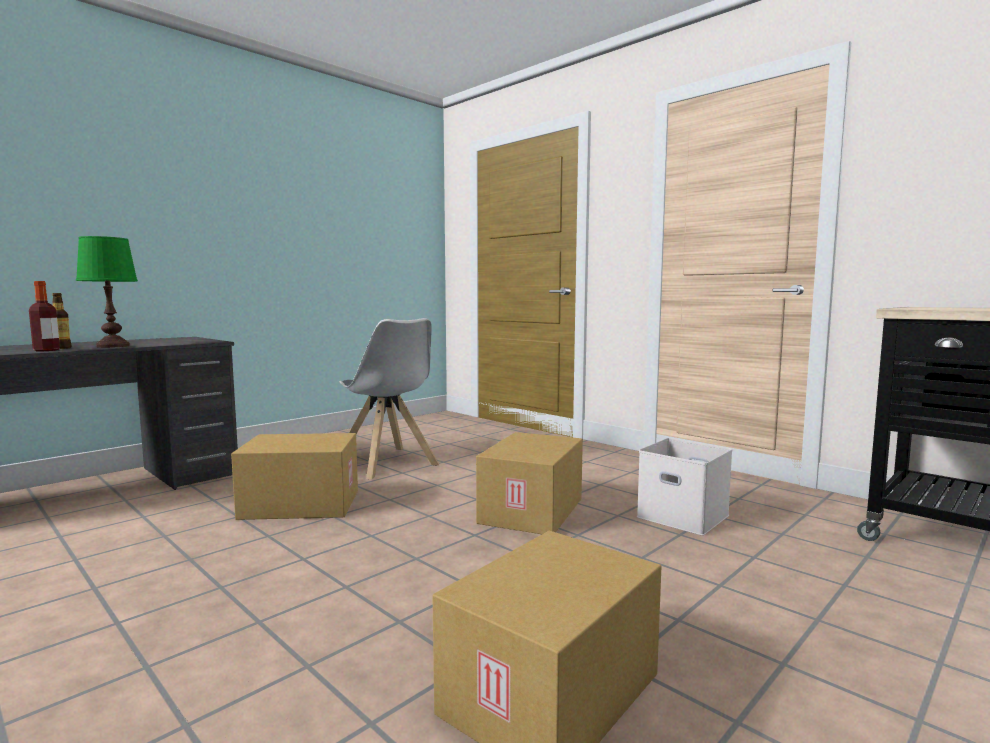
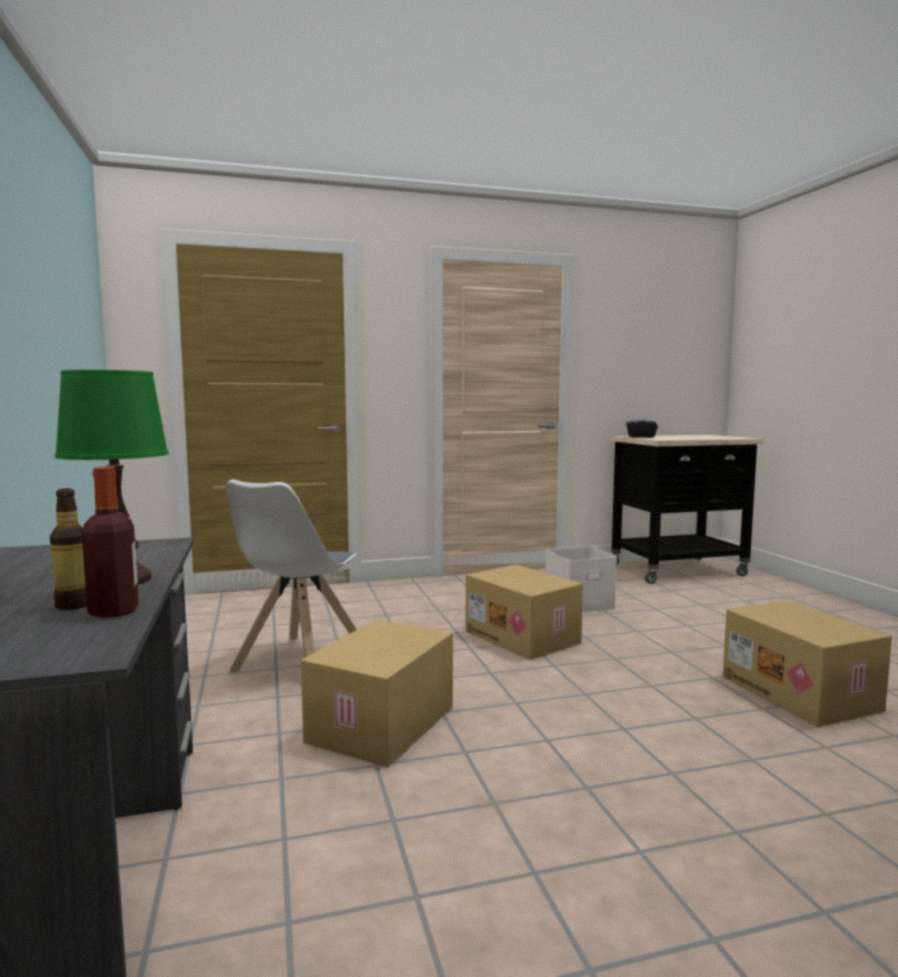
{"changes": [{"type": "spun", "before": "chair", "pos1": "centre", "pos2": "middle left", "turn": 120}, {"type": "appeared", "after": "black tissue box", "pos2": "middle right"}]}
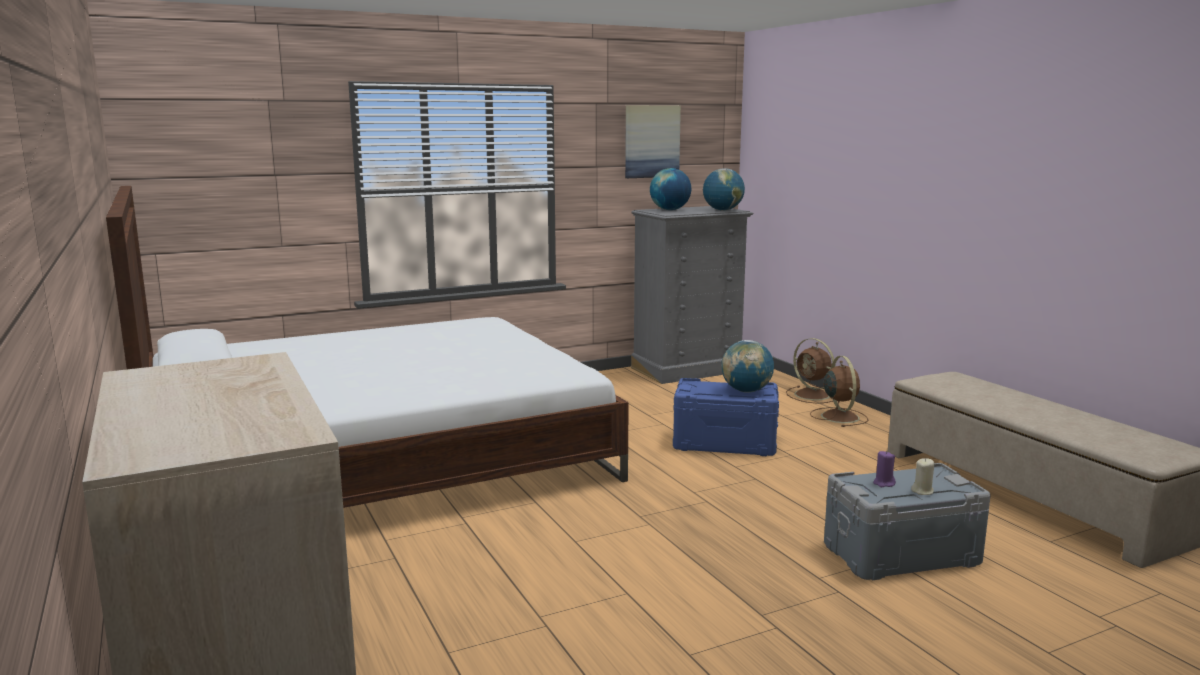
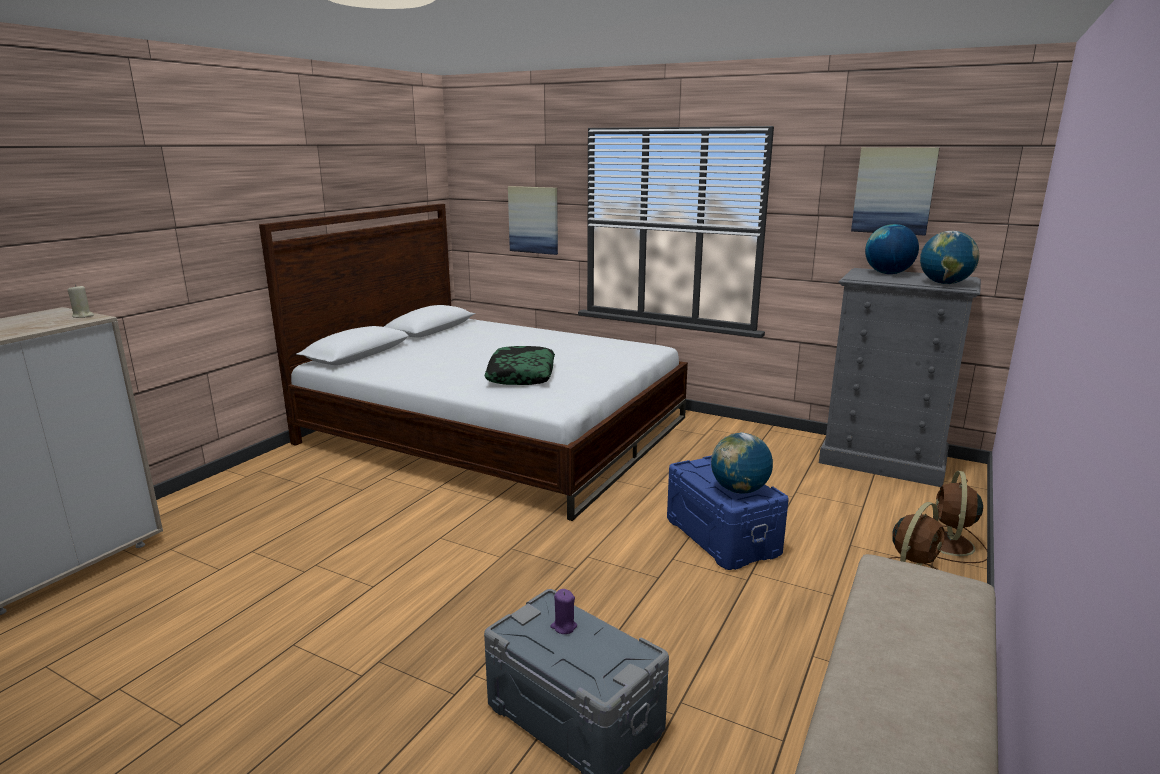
{"changes": [{"type": "relocated", "before": "beige candle", "pos1": "bottom right", "pos2": "middle left"}, {"type": "appeared", "after": "pillow", "pos2": "centre"}, {"type": "appeared", "after": "picture (no. 1 from left)", "pos2": "top centre"}]}
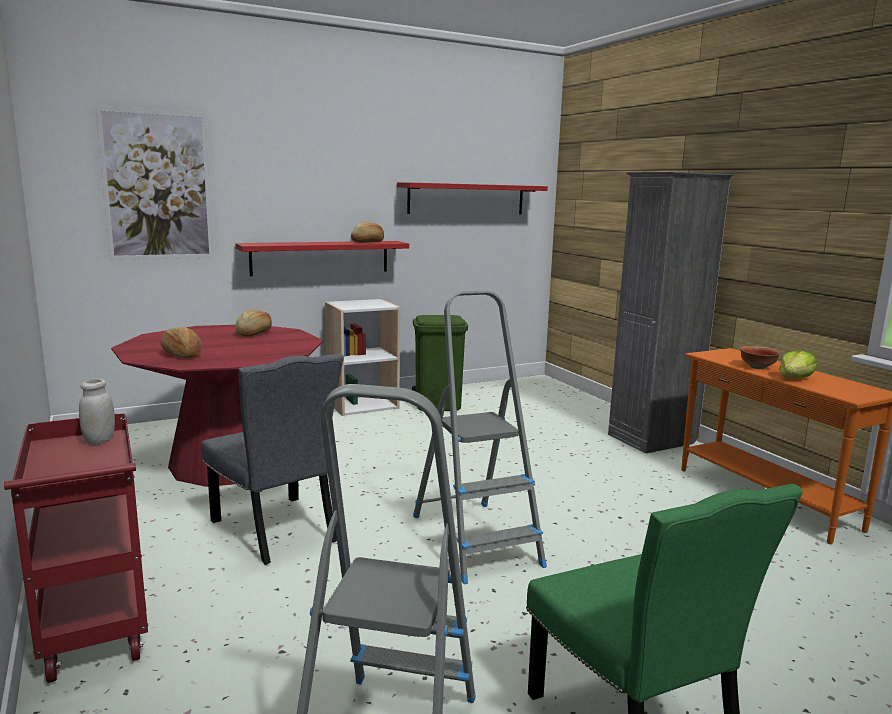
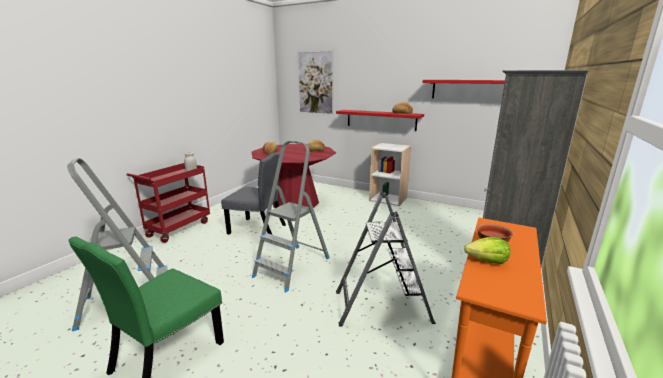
{"changes": [{"type": "spun", "before": "grey chair", "pos1": "middle left", "pos2": "centre", "turn": -90}, {"type": "missing", "before": "green trash can", "pos1": "centre"}, {"type": "appeared", "after": "grey step ladder (no. 3 from left)", "pos2": "bottom centre"}]}
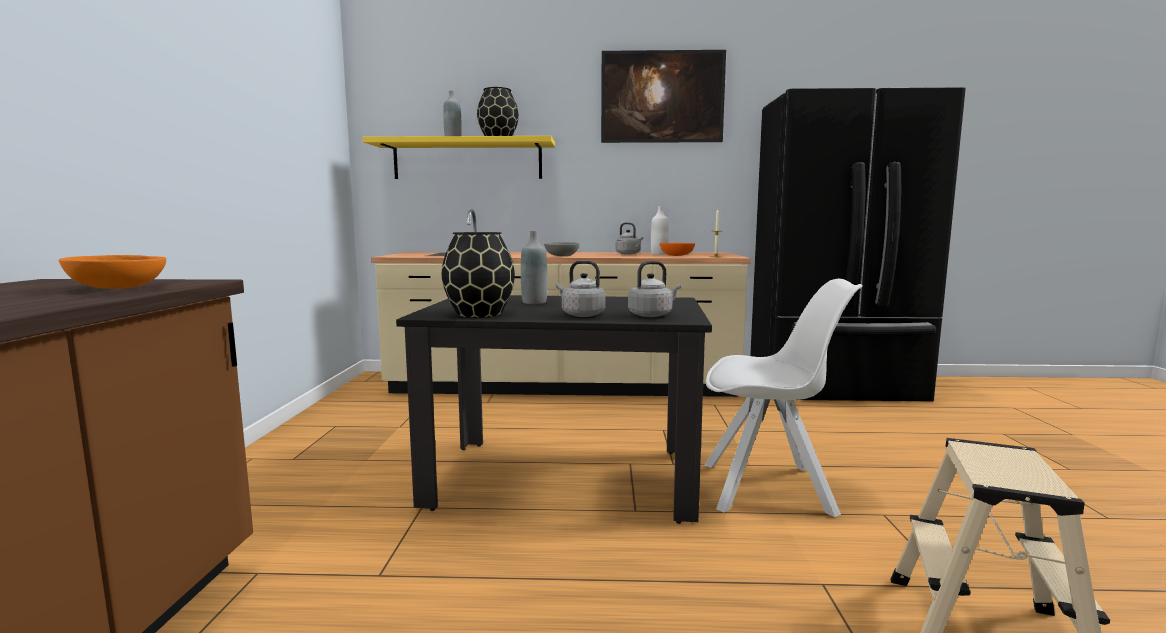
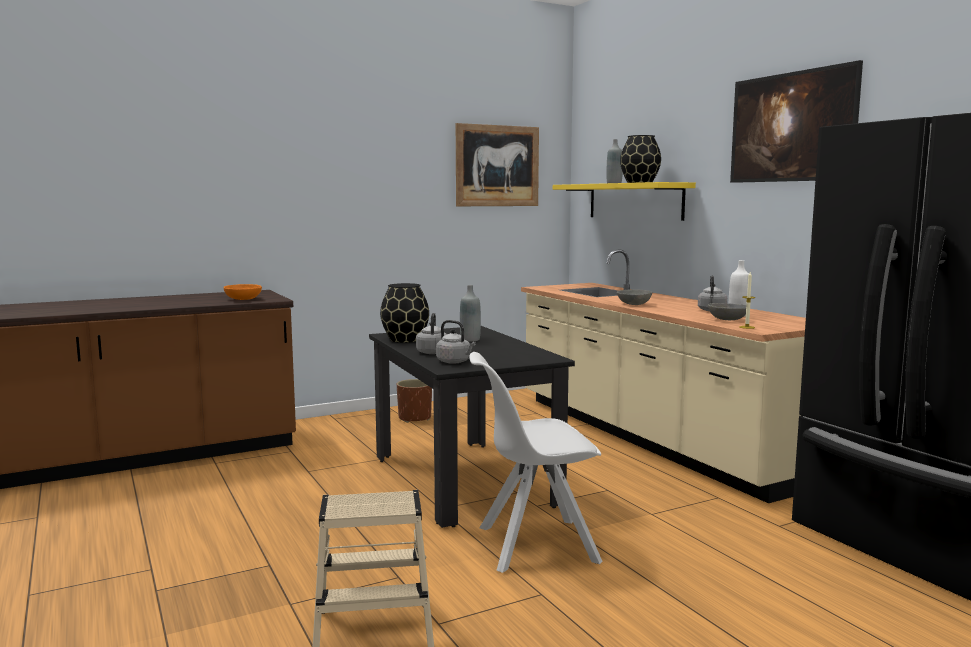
{"changes": [{"type": "colour", "before": "orange bowl (no. 2 from left)", "after": "grey bowl (no. 2 from left)", "pos1": "centre", "pos2": "middle right"}, {"type": "spun", "before": "white chair", "pos1": "middle right", "pos2": "bottom centre", "turn": 105}, {"type": "appeared", "after": "brown planter", "pos2": "centre"}, {"type": "appeared", "after": "picture (no. 1 from left)", "pos2": "top centre"}]}
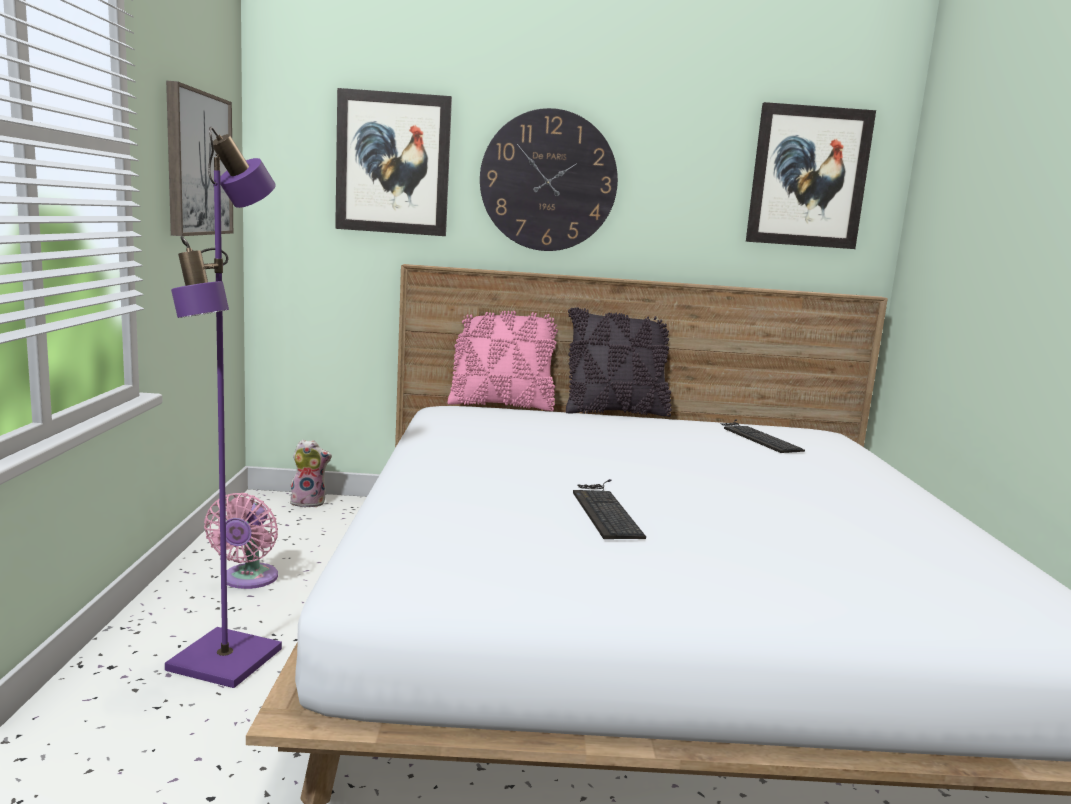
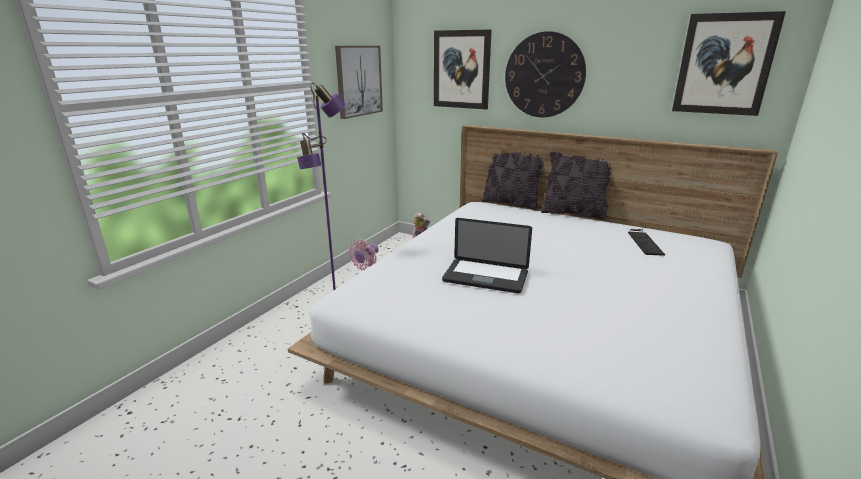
{"changes": [{"type": "colour", "before": "pink pillow", "after": "black pillow (no. 1 from left)", "pos1": "centre", "pos2": "centre"}, {"type": "exchanged", "before": "keyboard (no. 1 from left)", "after": "laptop", "pos1": "centre", "pos2": "centre"}]}
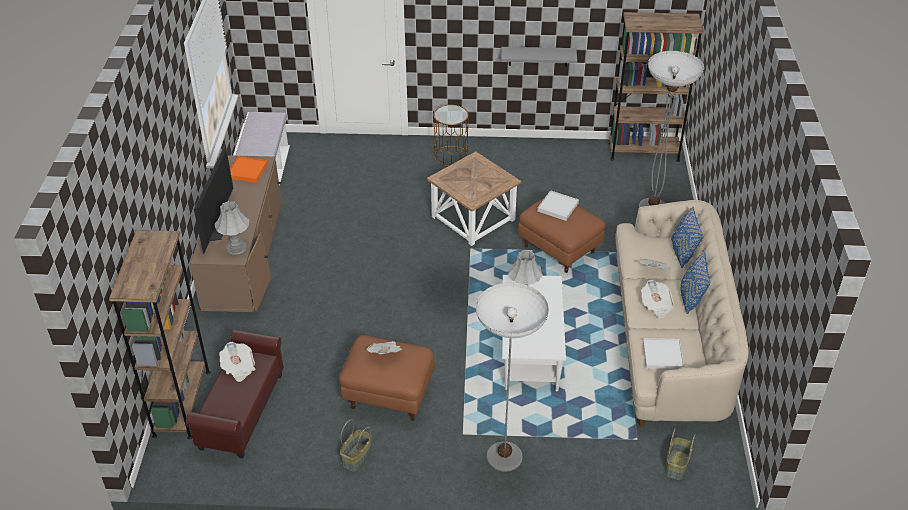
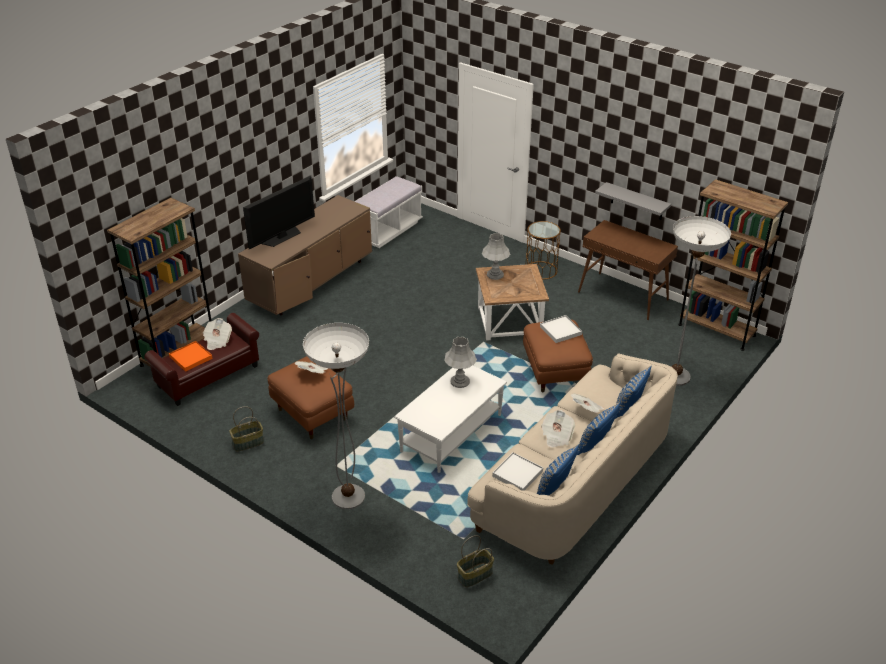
{"changes": [{"type": "relocated", "before": "grey table lamp (no. 1 from left in the first image)", "after": "grey table lamp (no. 2 from left)", "pos1": "middle left", "pos2": "centre"}, {"type": "relocated", "before": "orange tray", "pos1": "top left", "pos2": "middle left"}, {"type": "appeared", "after": "blue pillow (no. 1 from left)", "pos2": "bottom centre"}, {"type": "appeared", "after": "brown console table", "pos2": "middle right"}]}
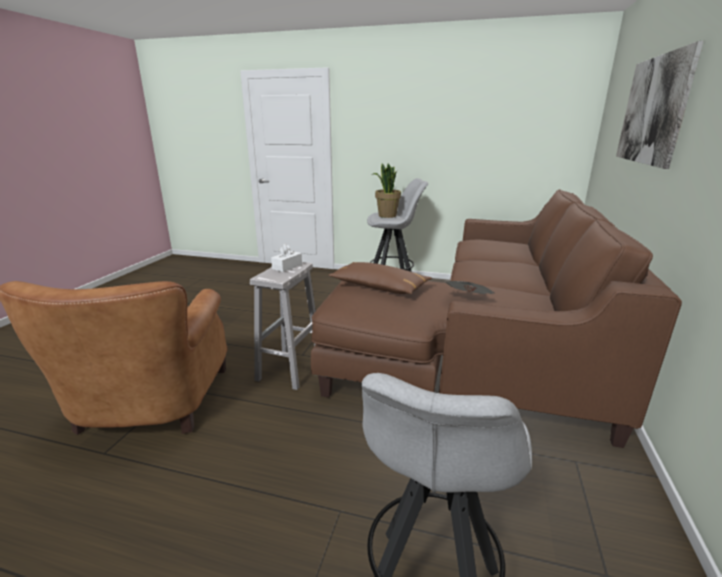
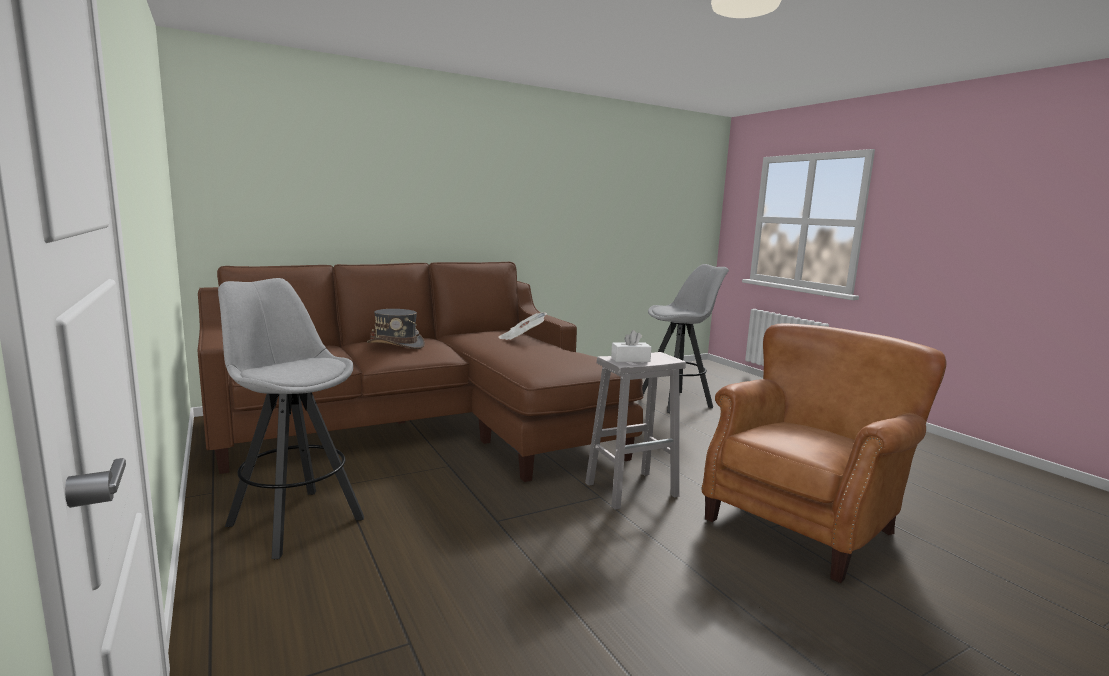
{"changes": [{"type": "missing", "before": "brown pillow", "pos1": "centre"}, {"type": "missing", "before": "potted plant", "pos1": "top centre"}, {"type": "missing", "before": "picture", "pos1": "top right"}, {"type": "appeared", "after": "grey hat", "pos2": "centre"}]}
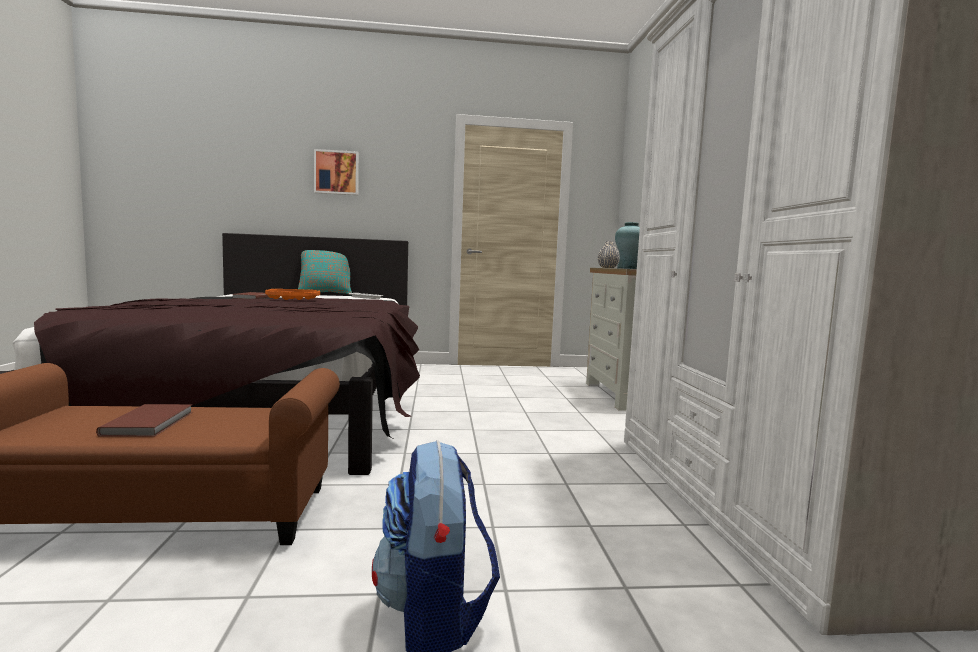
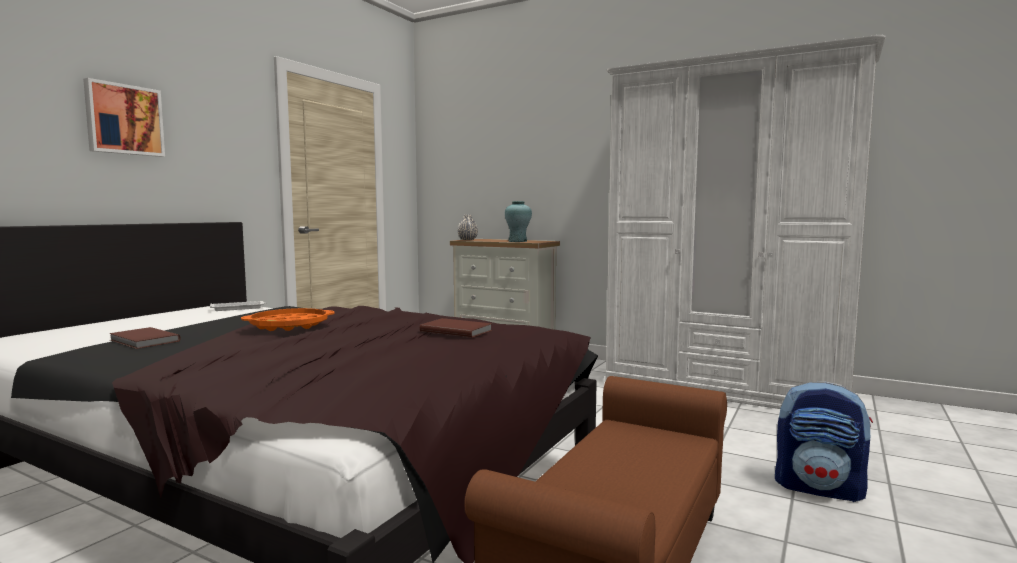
{"changes": [{"type": "relocated", "before": "brown book (no. 1 from left in the first image)", "after": "brown book (no. 2 from left)", "pos1": "middle left", "pos2": "centre"}, {"type": "missing", "before": "turquoise pillow", "pos1": "middle left"}]}
